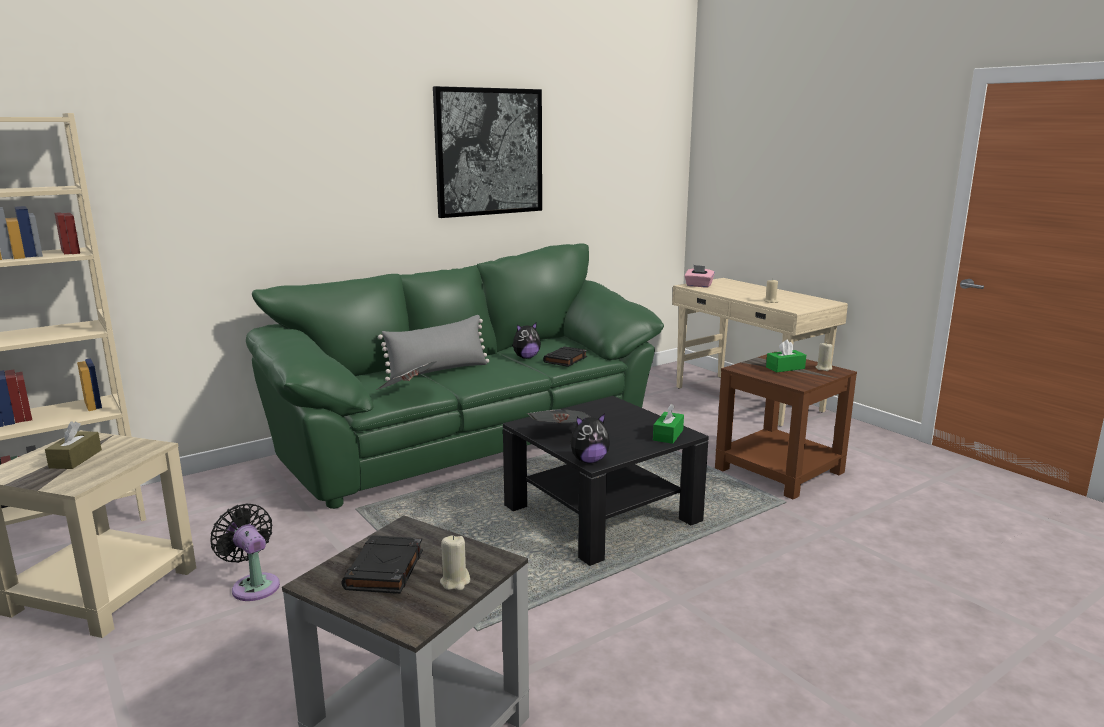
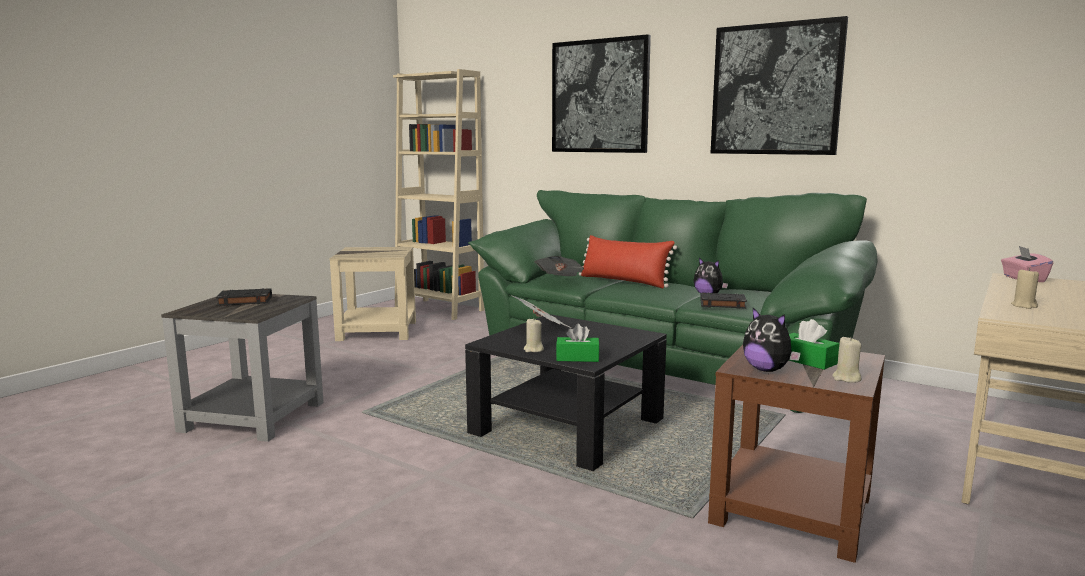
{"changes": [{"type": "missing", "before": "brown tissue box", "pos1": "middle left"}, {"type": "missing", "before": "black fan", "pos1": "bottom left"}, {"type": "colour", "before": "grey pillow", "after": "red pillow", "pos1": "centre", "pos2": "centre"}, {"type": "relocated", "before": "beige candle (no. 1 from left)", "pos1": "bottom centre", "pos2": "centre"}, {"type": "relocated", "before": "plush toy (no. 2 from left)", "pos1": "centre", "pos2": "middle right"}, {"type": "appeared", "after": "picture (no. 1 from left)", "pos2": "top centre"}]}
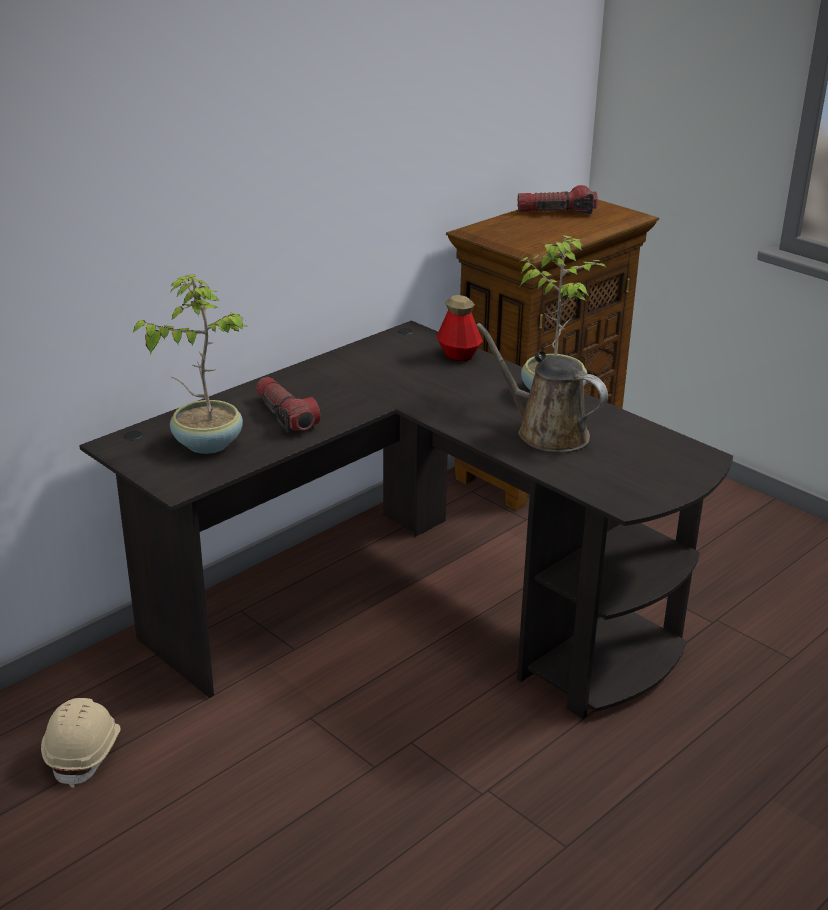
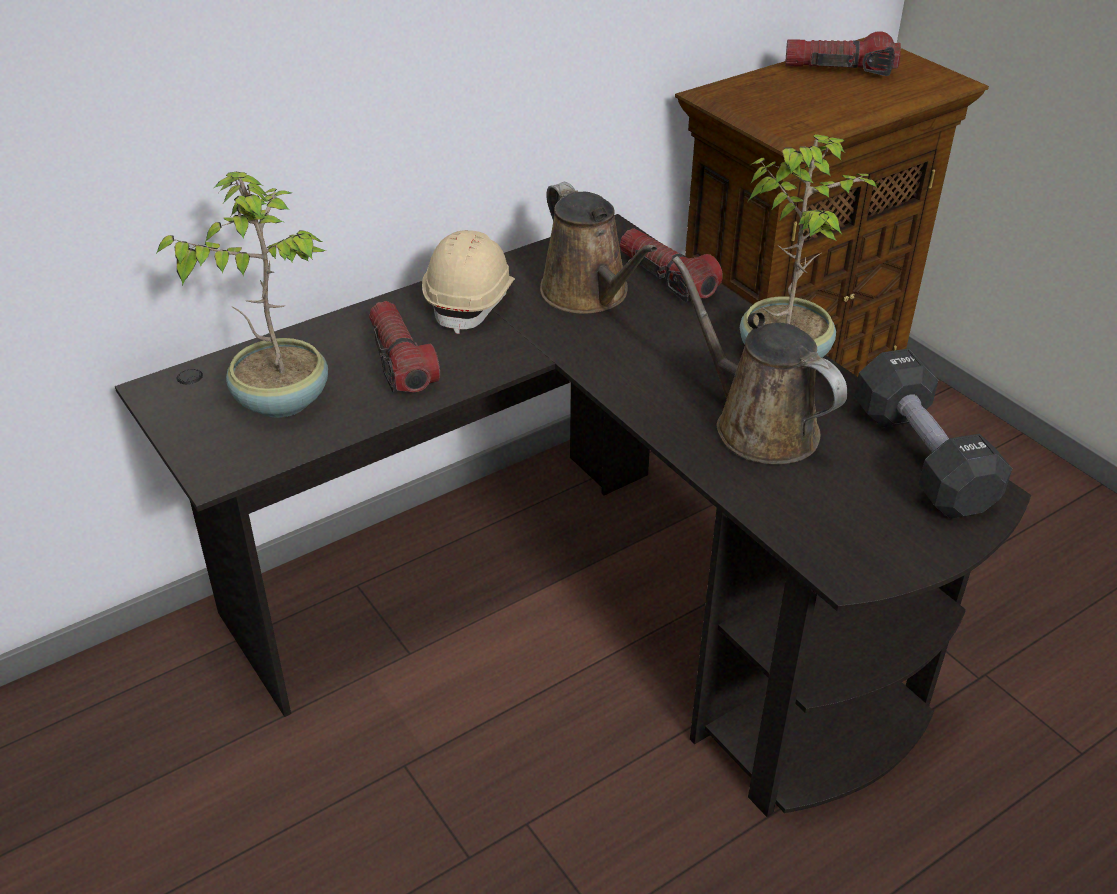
{"changes": [{"type": "relocated", "before": "beige hard hat", "pos1": "bottom left", "pos2": "top centre"}, {"type": "exchanged", "before": "bottle", "after": "flashlight (no. 2 from left)", "pos1": "centre", "pos2": "top centre"}, {"type": "appeared", "after": "brown watering can (no. 1 from left)", "pos2": "top centre"}, {"type": "appeared", "after": "black dumbbell", "pos2": "middle right"}]}
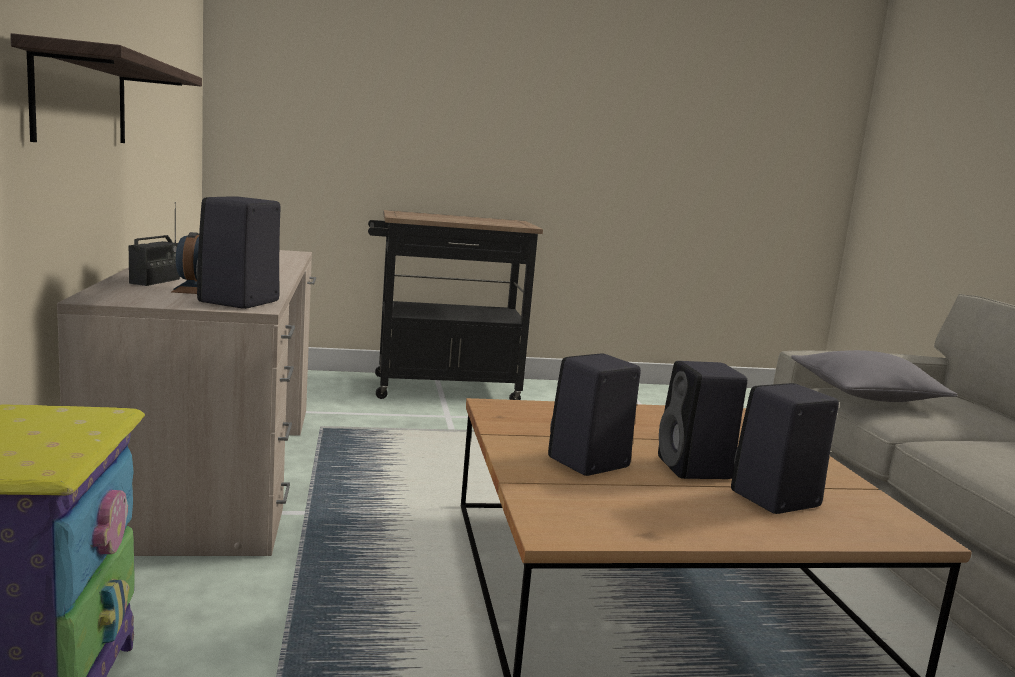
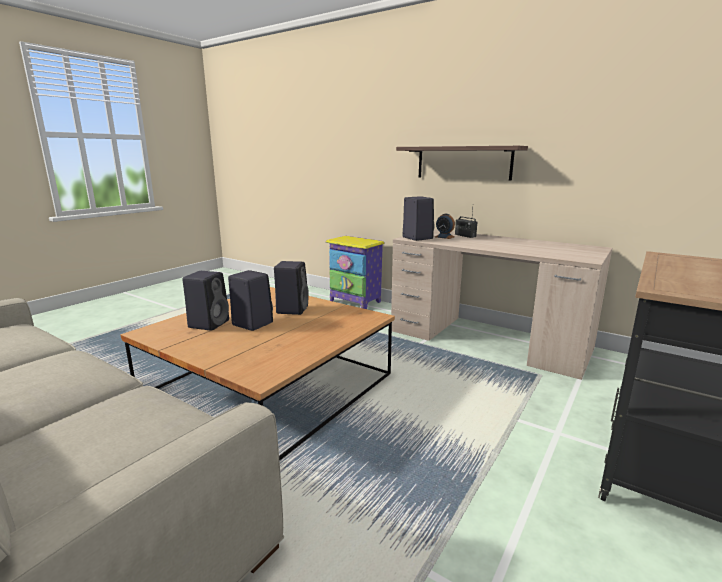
{"changes": [{"type": "missing", "before": "grey pillow", "pos1": "middle right"}]}
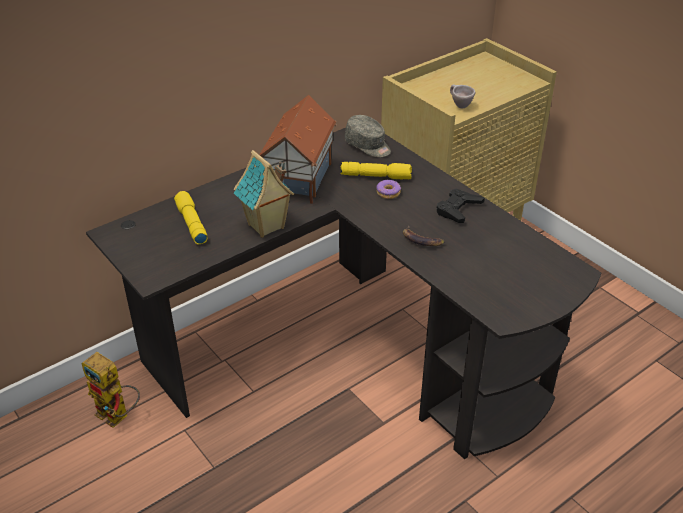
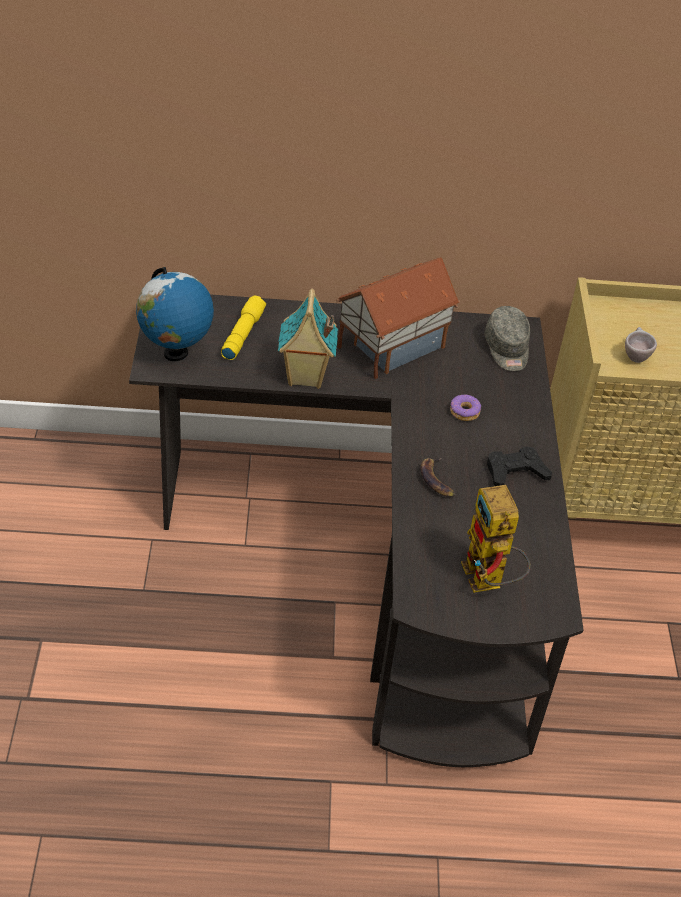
{"changes": [{"type": "relocated", "before": "toy robot", "pos1": "bottom left", "pos2": "middle right"}, {"type": "missing", "before": "yellow flashlight (no. 2 from left)", "pos1": "top centre"}, {"type": "appeared", "after": "globe", "pos2": "middle left"}]}
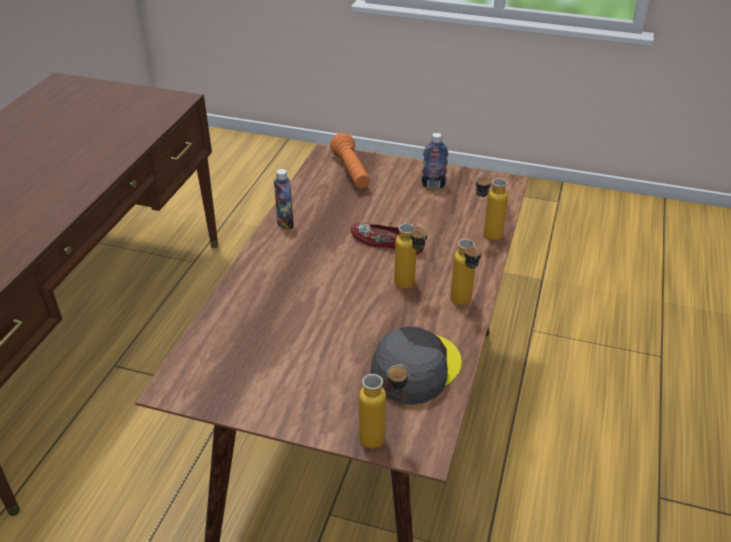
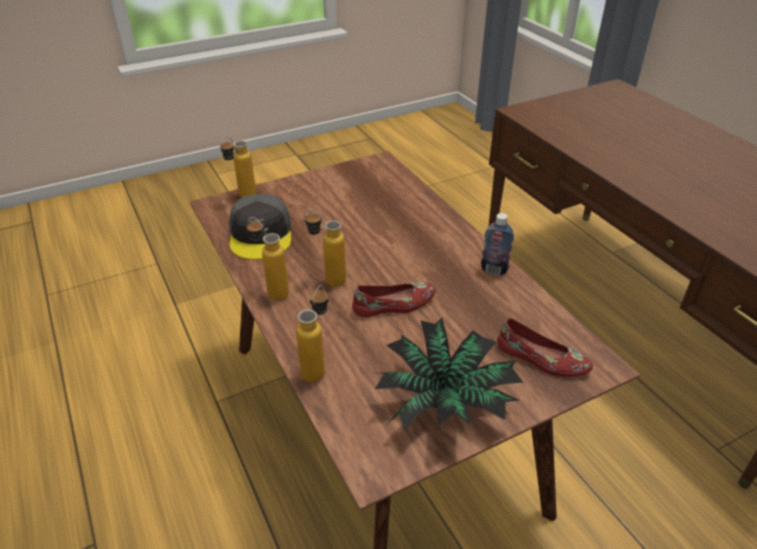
{"changes": [{"type": "exchanged", "before": "orange flashlight", "after": "red shoe (no. 2 from left)", "pos1": "top centre", "pos2": "middle right"}, {"type": "exchanged", "before": "bottle (no. 4 from left)", "after": "potted plant", "pos1": "top centre", "pos2": "bottom centre"}]}
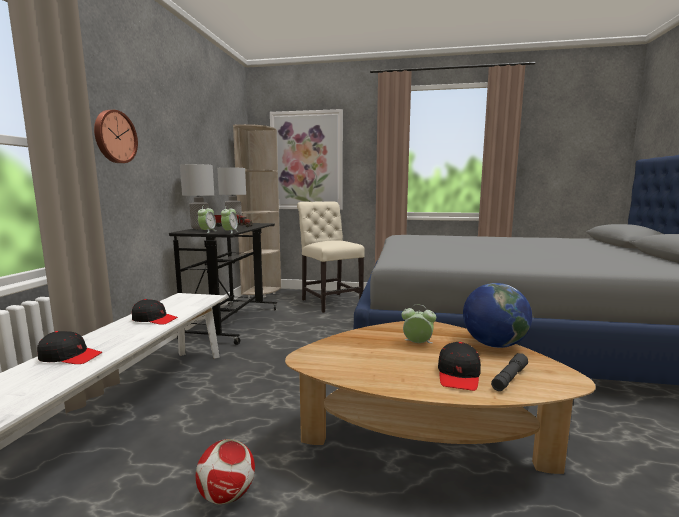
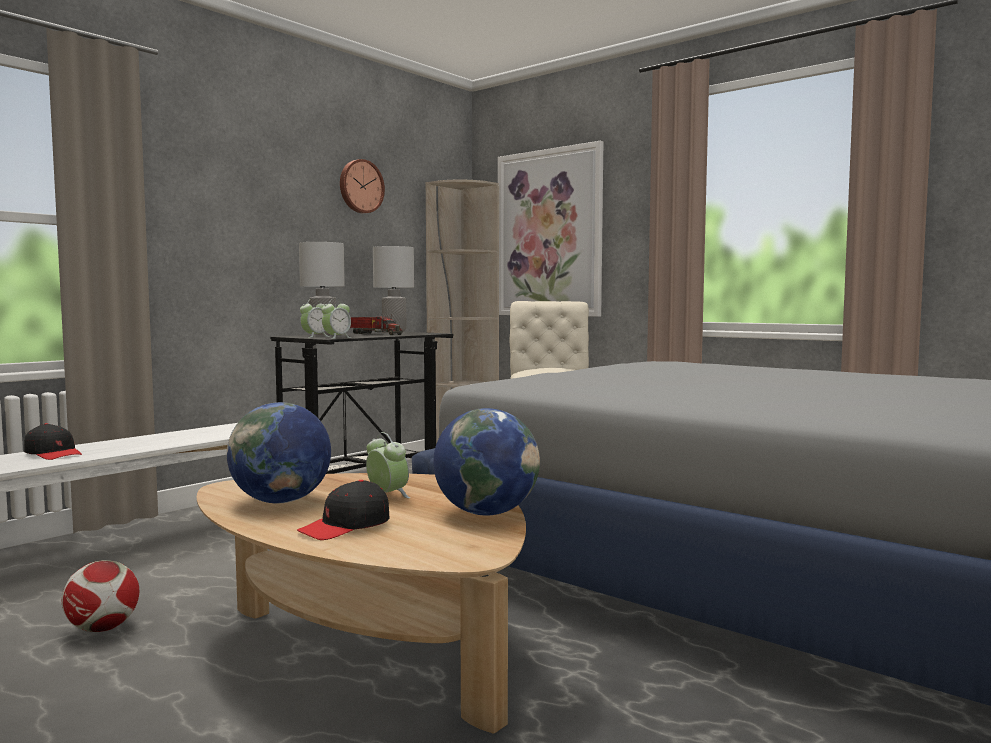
{"changes": [{"type": "relocated", "before": "wall clock", "pos1": "top left", "pos2": "top centre"}, {"type": "missing", "before": "black cap (no. 2 from left)", "pos1": "middle left"}, {"type": "missing", "before": "grey flashlight", "pos1": "bottom right"}, {"type": "appeared", "after": "globe (no. 1 from left)", "pos2": "middle left"}]}
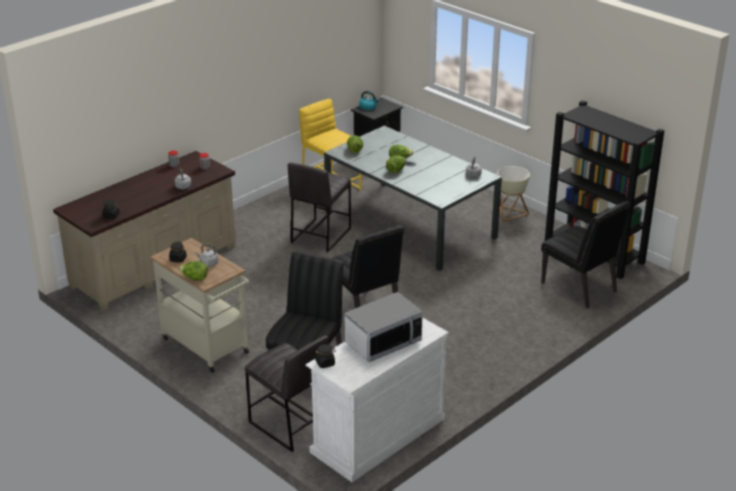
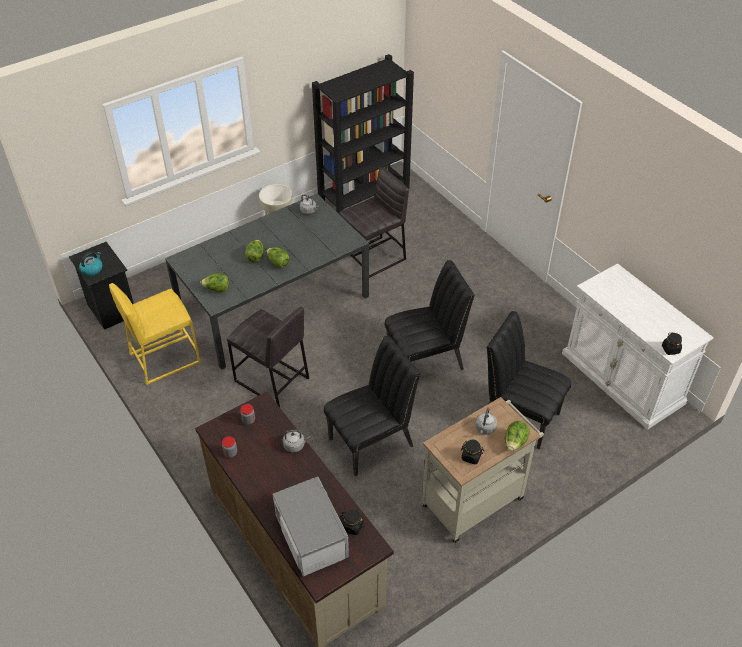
{"changes": [{"type": "relocated", "before": "grey stool (no. 1 from left in the first image)", "after": "grey stool (no. 2 from left)", "pos1": "bottom centre", "pos2": "centre"}, {"type": "relocated", "before": "microwave", "pos1": "centre", "pos2": "bottom centre"}, {"type": "relocated", "before": "black chair (no. 3 from left in the first image)", "after": "black chair (no. 1 from left)", "pos1": "middle right", "pos2": "centre"}]}
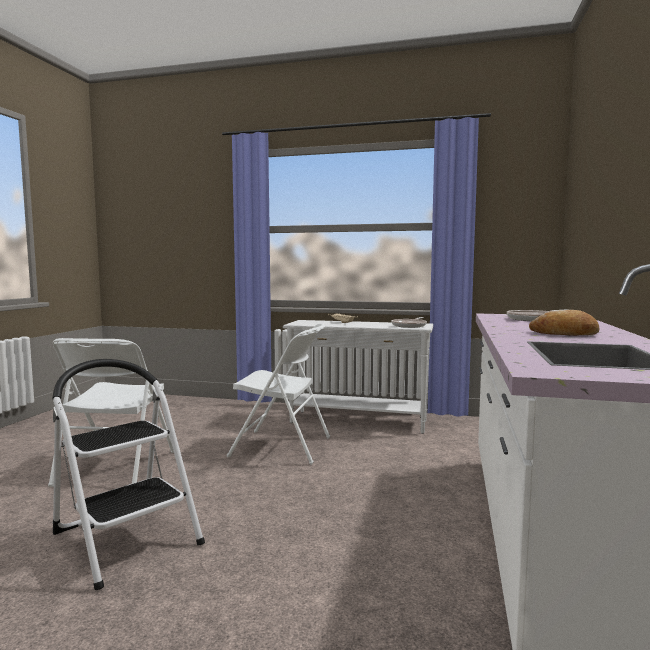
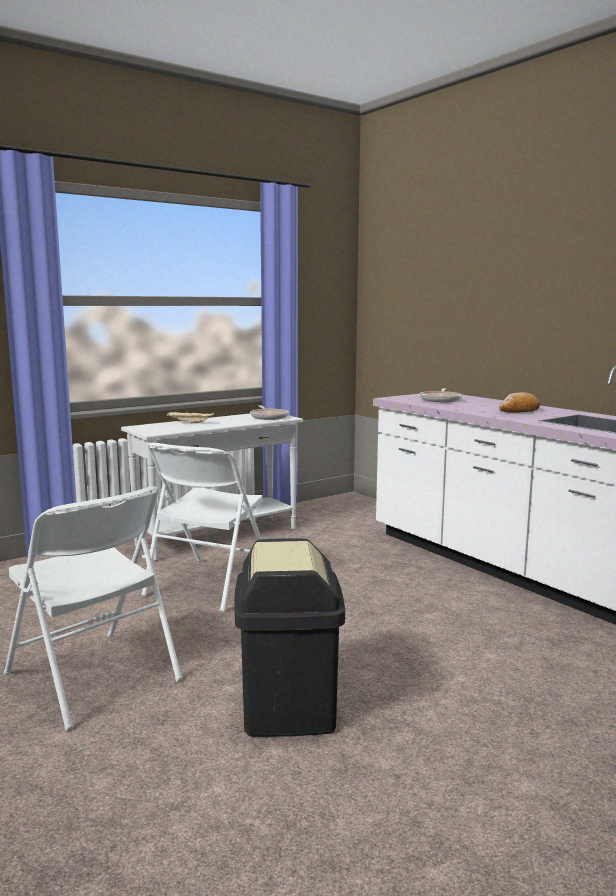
{"changes": [{"type": "exchanged", "before": "step ladder", "after": "black trash can", "pos1": "bottom left", "pos2": "bottom centre"}, {"type": "spun", "before": "white chair (no. 2 from left)", "pos1": "centre", "pos2": "middle left", "turn": 150}]}
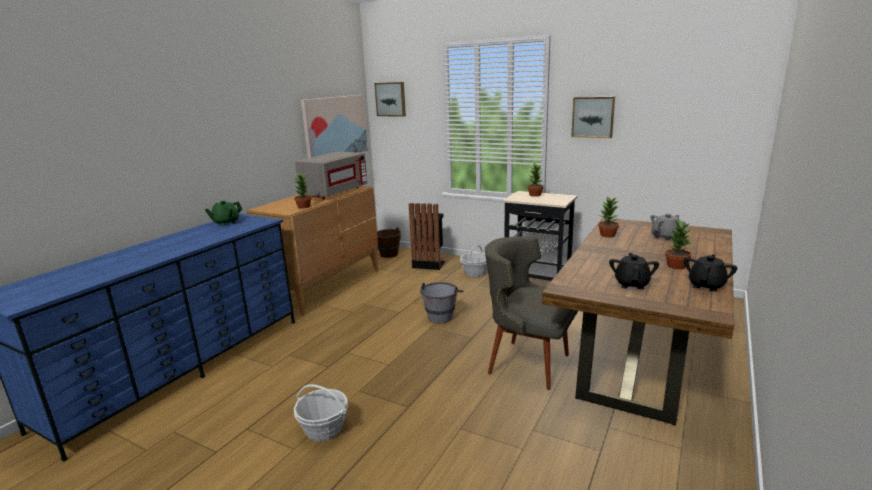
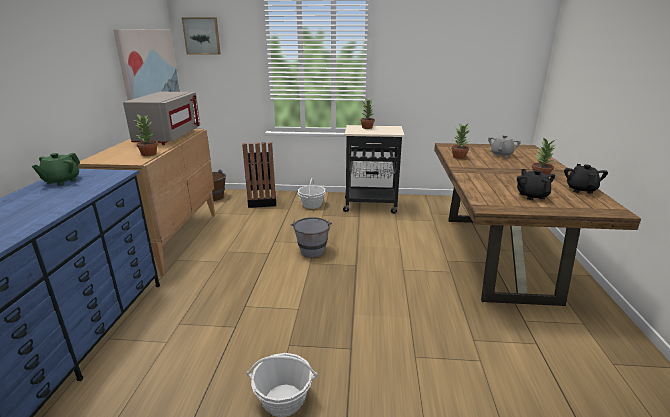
{"changes": [{"type": "missing", "before": "grey chair", "pos1": "centre"}, {"type": "missing", "before": "picture (no. 3 from left)", "pos1": "top right"}]}
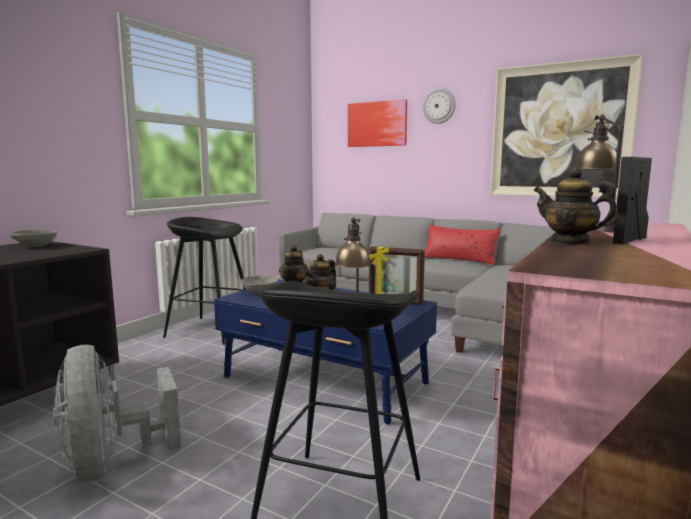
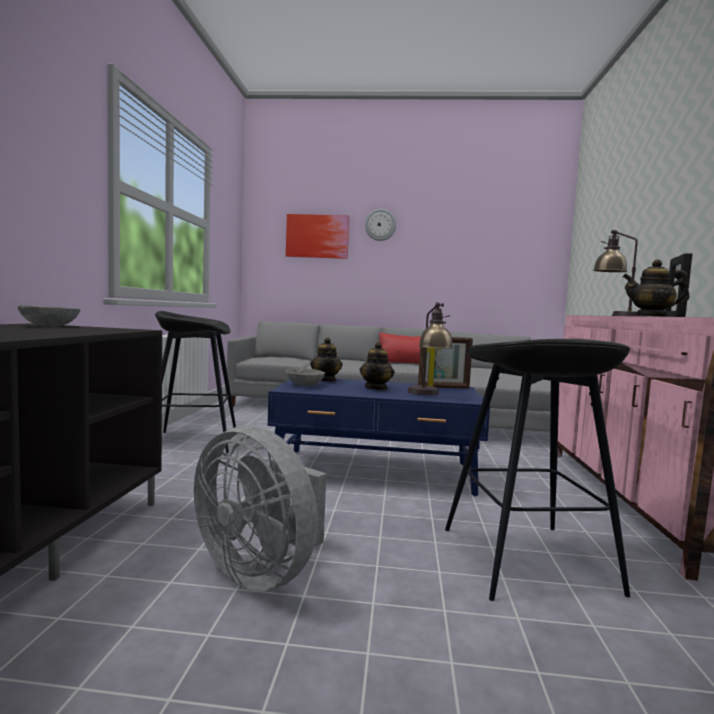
{"changes": [{"type": "missing", "before": "picture (no. 2 from left)", "pos1": "top right"}]}
